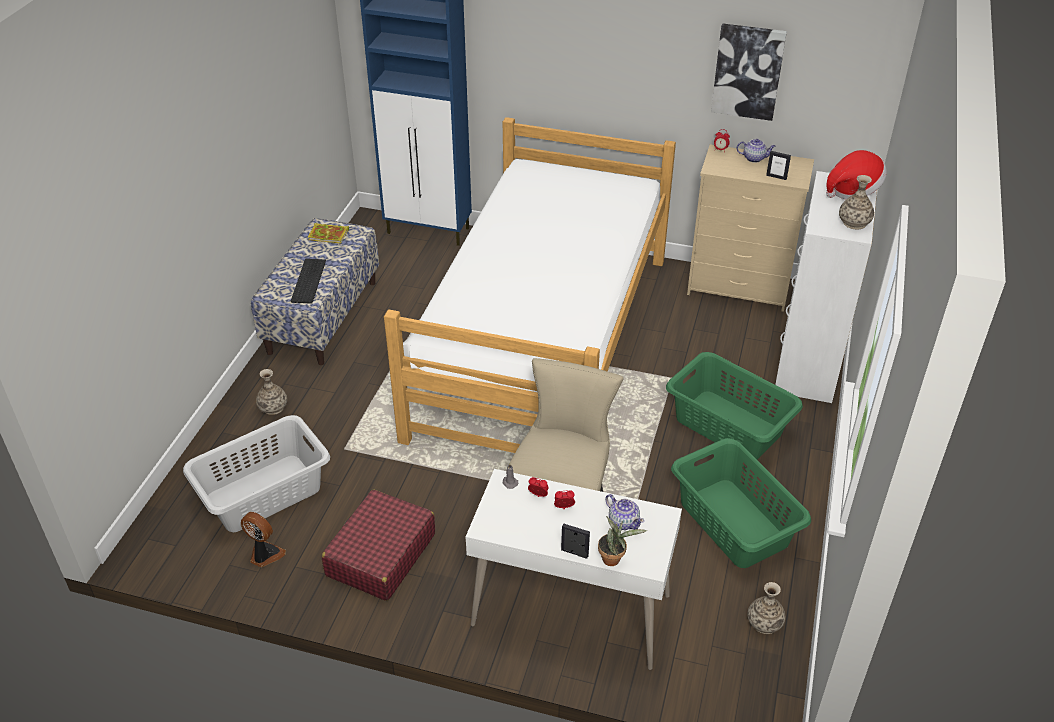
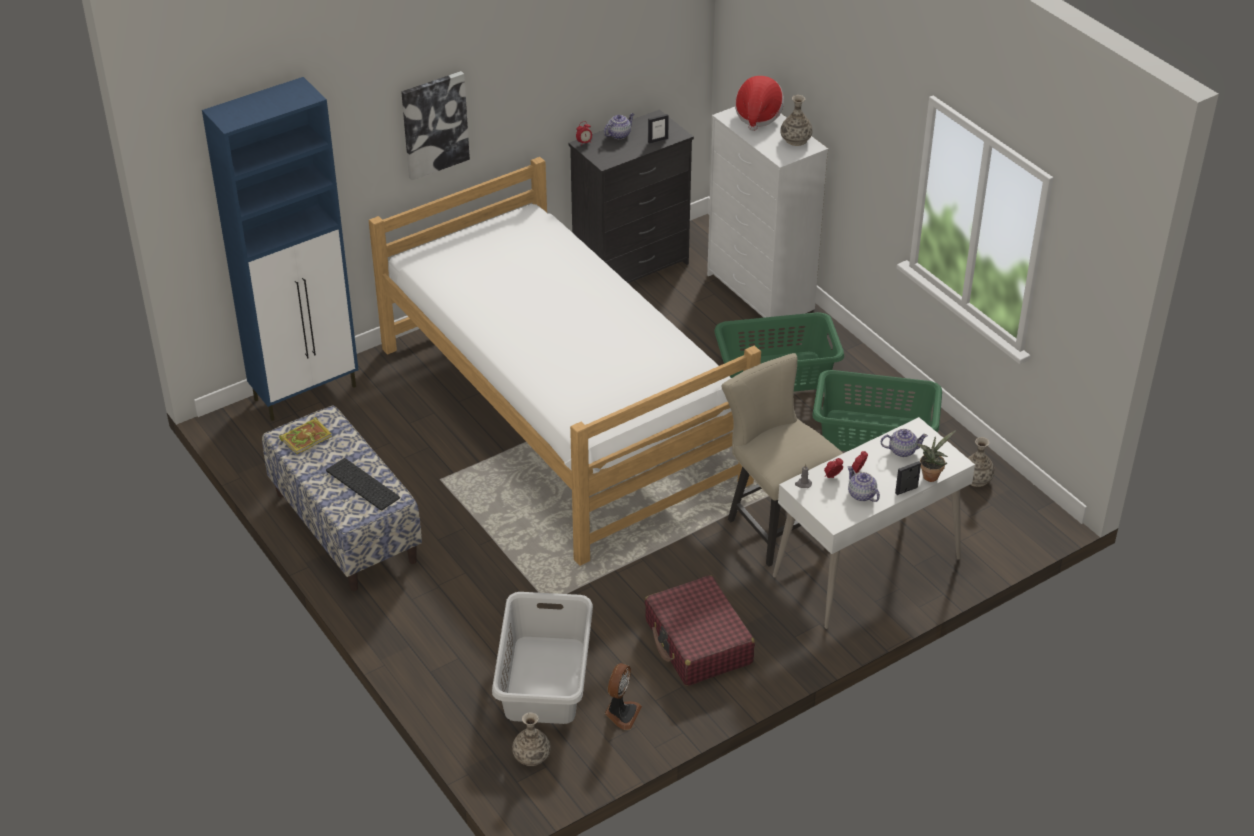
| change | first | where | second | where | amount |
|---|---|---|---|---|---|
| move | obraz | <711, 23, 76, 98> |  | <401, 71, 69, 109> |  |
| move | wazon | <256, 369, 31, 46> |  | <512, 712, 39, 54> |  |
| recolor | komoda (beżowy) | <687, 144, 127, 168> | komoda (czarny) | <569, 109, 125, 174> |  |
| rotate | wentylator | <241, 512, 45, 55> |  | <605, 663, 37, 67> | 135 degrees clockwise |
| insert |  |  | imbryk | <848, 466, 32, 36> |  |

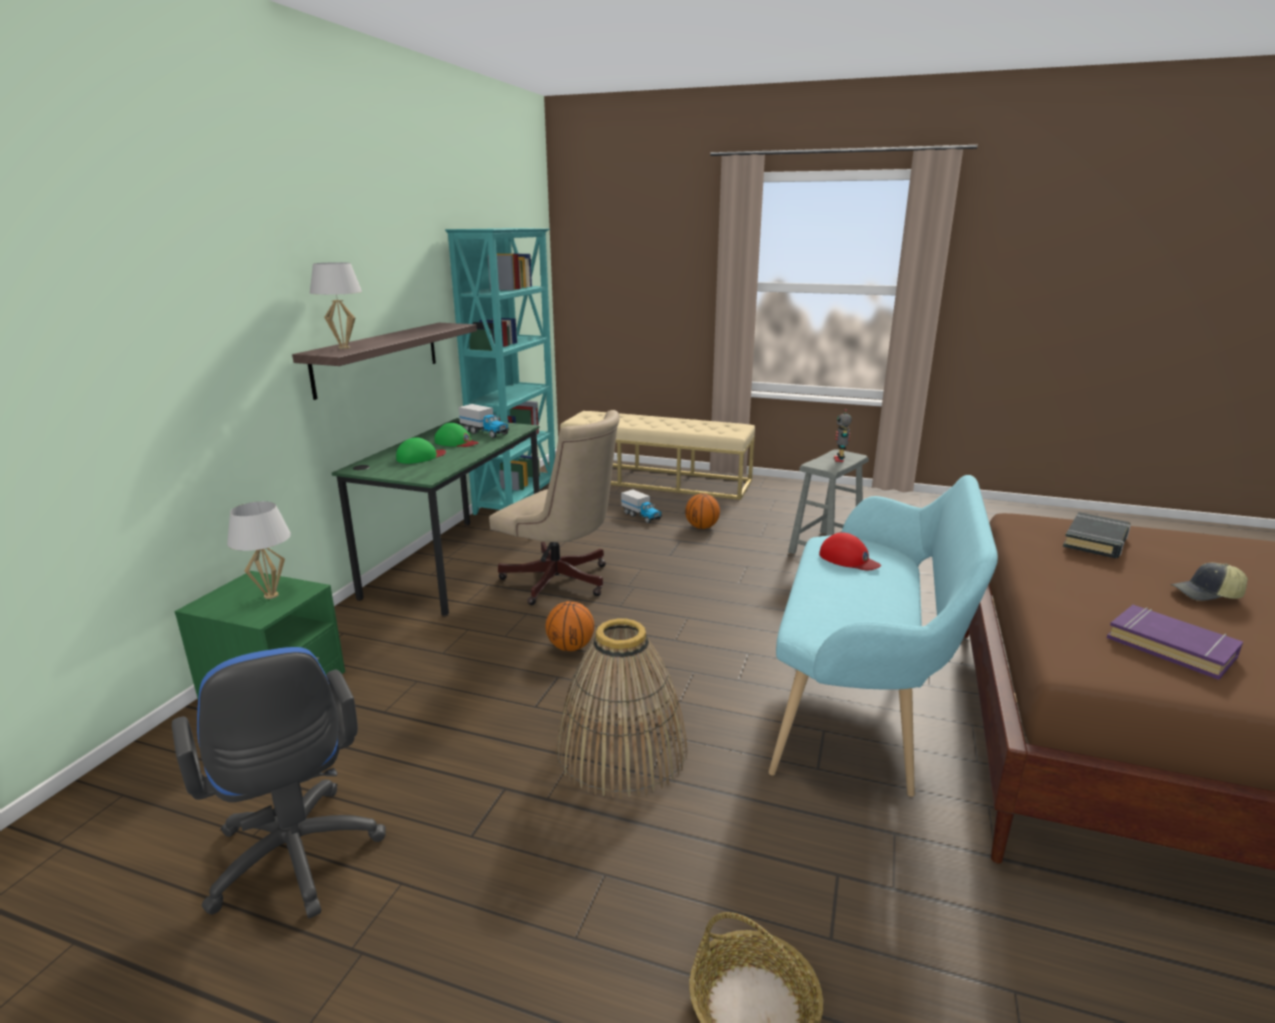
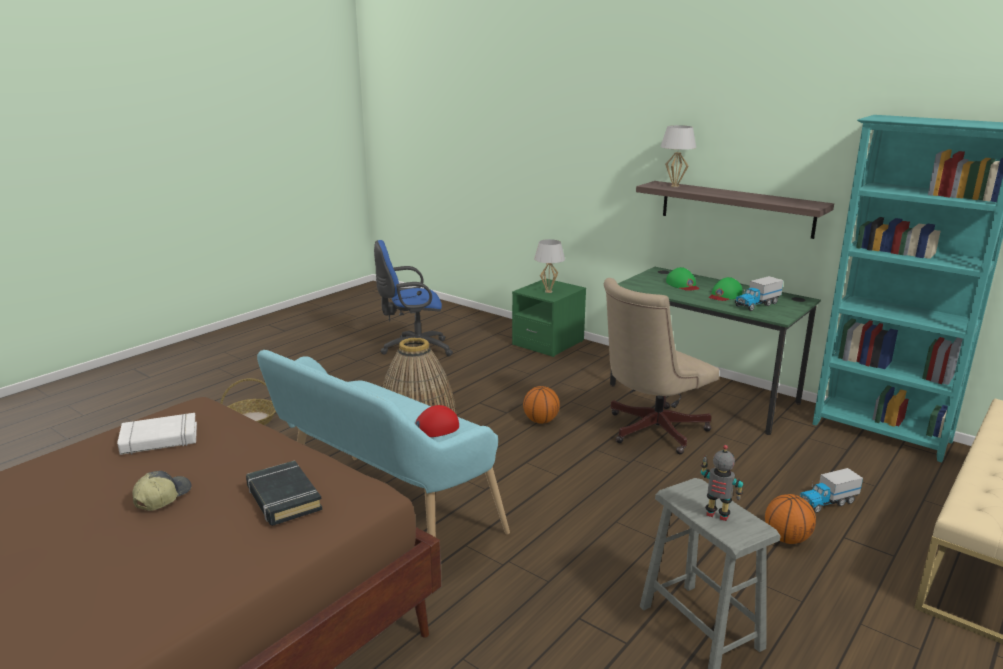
| change | first | where | second | where | amount |
|---|---|---|---|---|---|
| recolor | książka (fioletowy) | <1107, 605, 136, 75> | książka (biały) | <117, 413, 80, 42> |  |

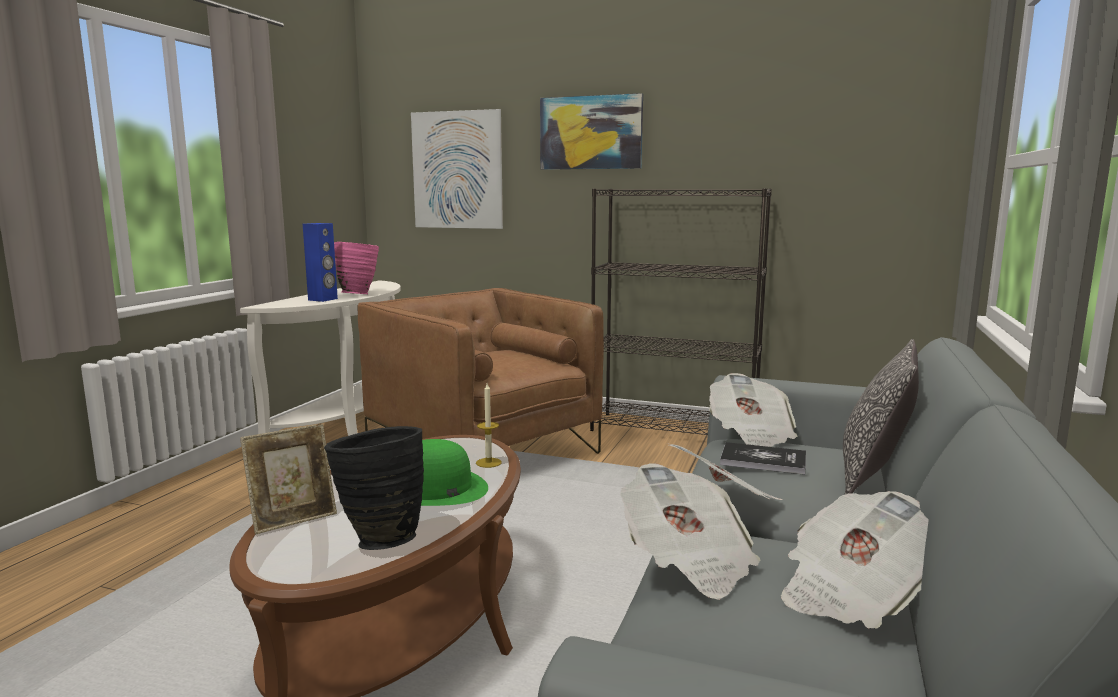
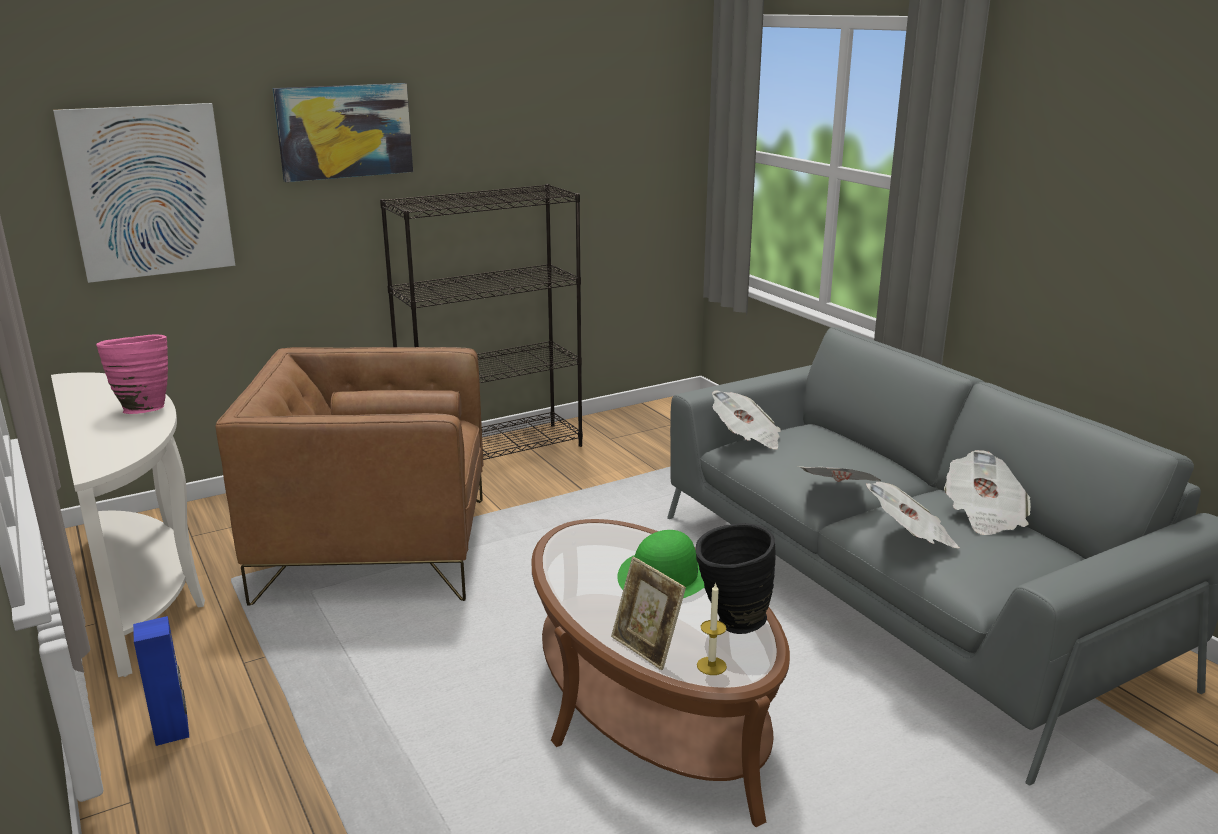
| change | first | where | second | where | amount |
|---|---|---|---|---|---|
| move | głośnik (niebieski) | <303, 223, 35, 79> |  | <133, 616, 56, 130> |  |
| rotate | ramka na zdjęcie | <240, 424, 97, 111> |  | <611, 556, 75, 114> | 135 degrees clockwise |
| move | świeca | <476, 383, 26, 85> |  | <697, 582, 30, 93> |  |
| delete | książka | <720, 442, 86, 33> |  |  |  |
| delete | poduszka | <843, 339, 76, 156> |  |  |  |

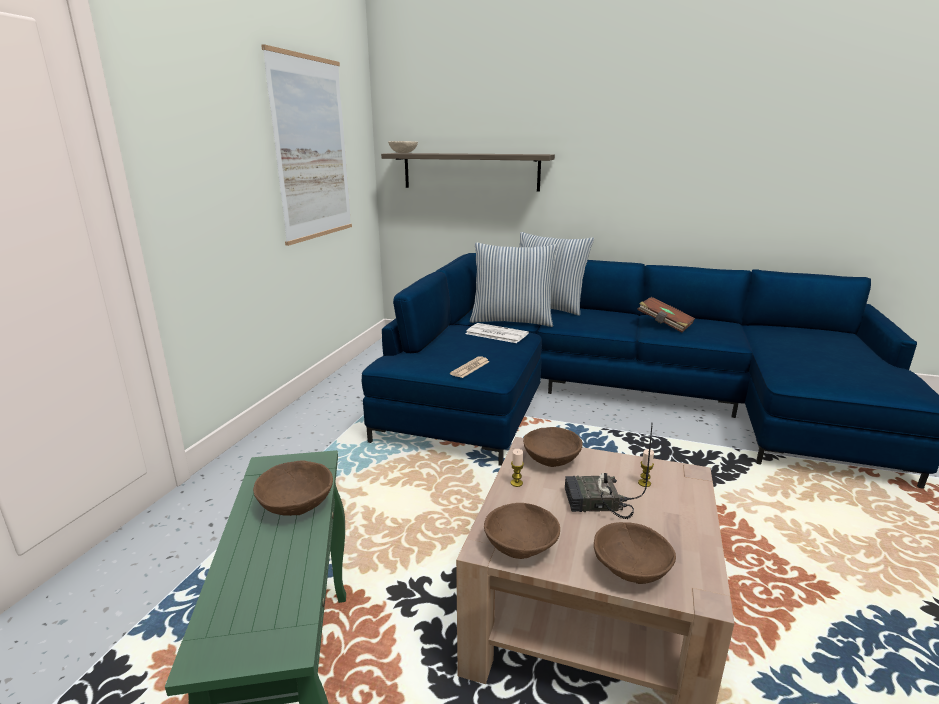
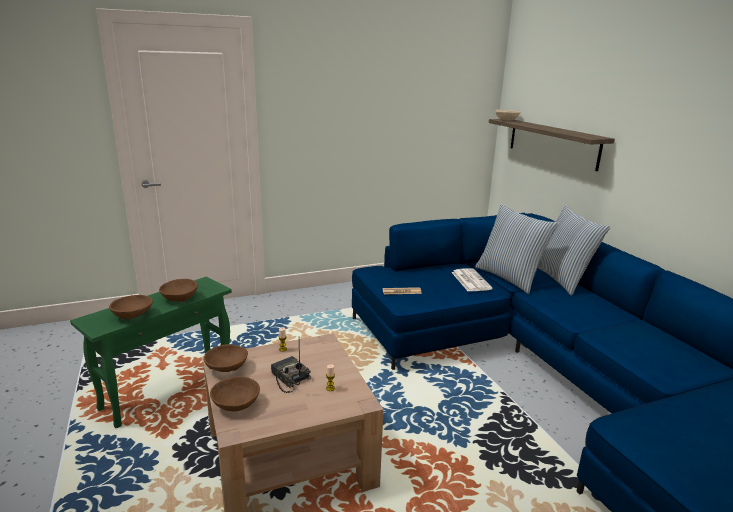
| change | first | where | second | where | amount |
|---|---|---|---|---|---|
| move | miska (brązowy) | <523, 427, 60, 40> |  | <109, 295, 44, 24> |  |
| delete | obraz | <261, 44, 91, 202> |  |  |  |
| delete | książka (brązowy) | <637, 297, 58, 36> |  |  |  |

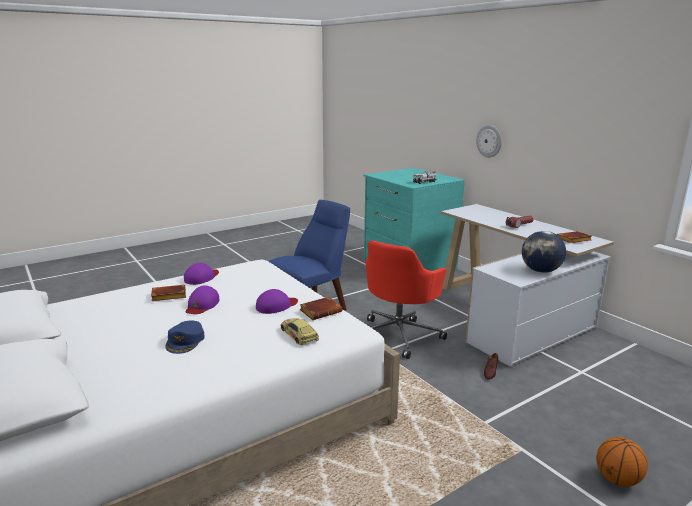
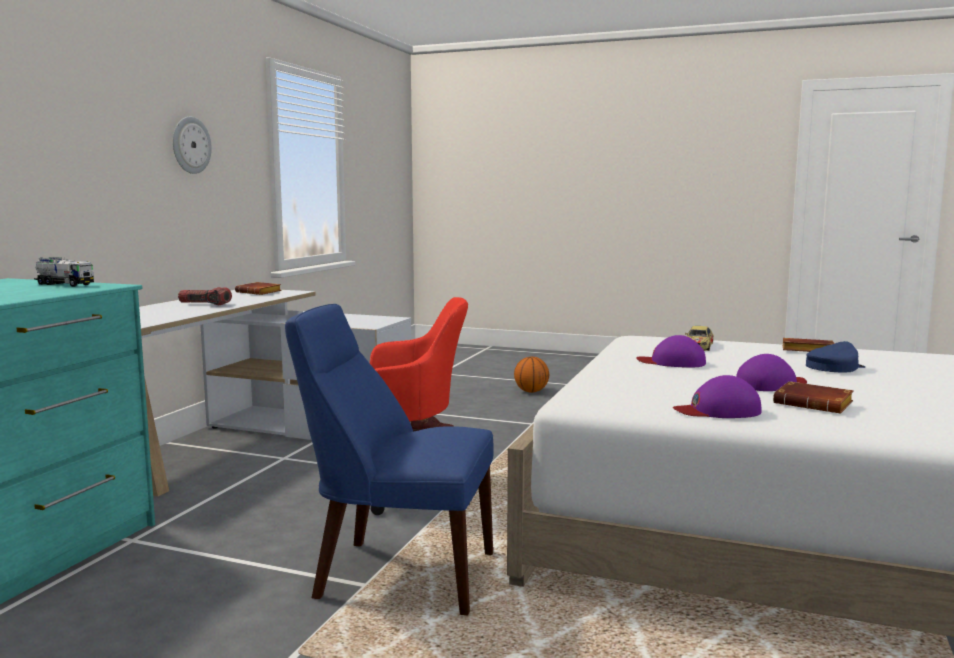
| change | first | where | second | where | amount |
|---|---|---|---|---|---|
| move | zegar ścienny | <476, 125, 26, 33> |  | <173, 117, 39, 57> |  |
| move | książka (brązowy) | <300, 297, 42, 23> |  | <783, 338, 52, 14> |  |
| delete | globus | <522, 231, 44, 42> |  |  |  |

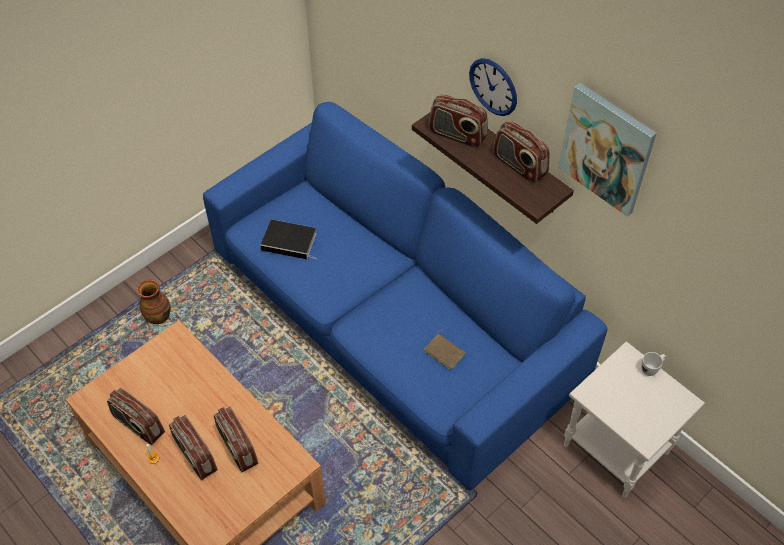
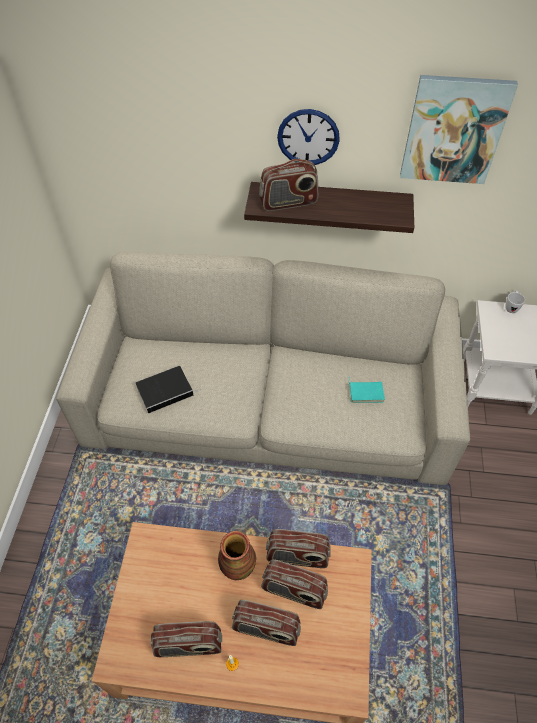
| change | first | where | second | where | amount |
|---|---|---|---|---|---|
| recolor | kanapa (niebieski) | <203, 102, 405, 388> | kanapa (beżowy) | <56, 252, 414, 233> |  |
| move | wazon | <137, 279, 33, 45> |  | <218, 531, 38, 49> |  |
| move | radio | <493, 121, 57, 63> |  | <266, 529, 65, 39> |  |
| recolor | książka (brązowy) | <424, 329, 42, 41> | książka (turkusowy) | <348, 376, 37, 27> |  |

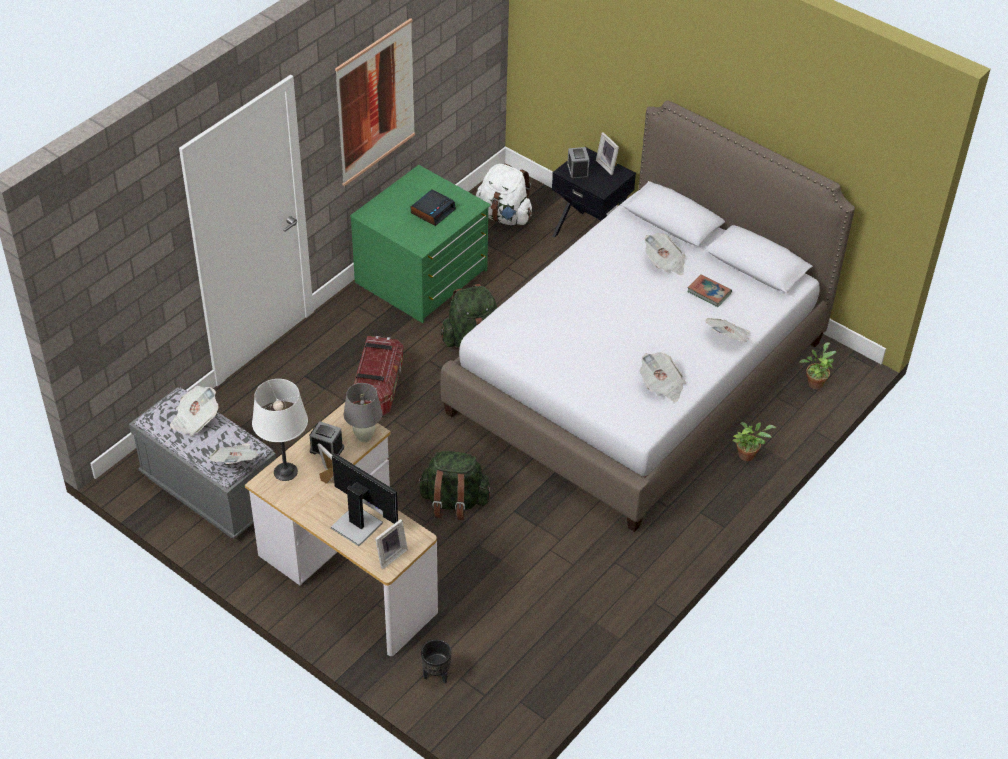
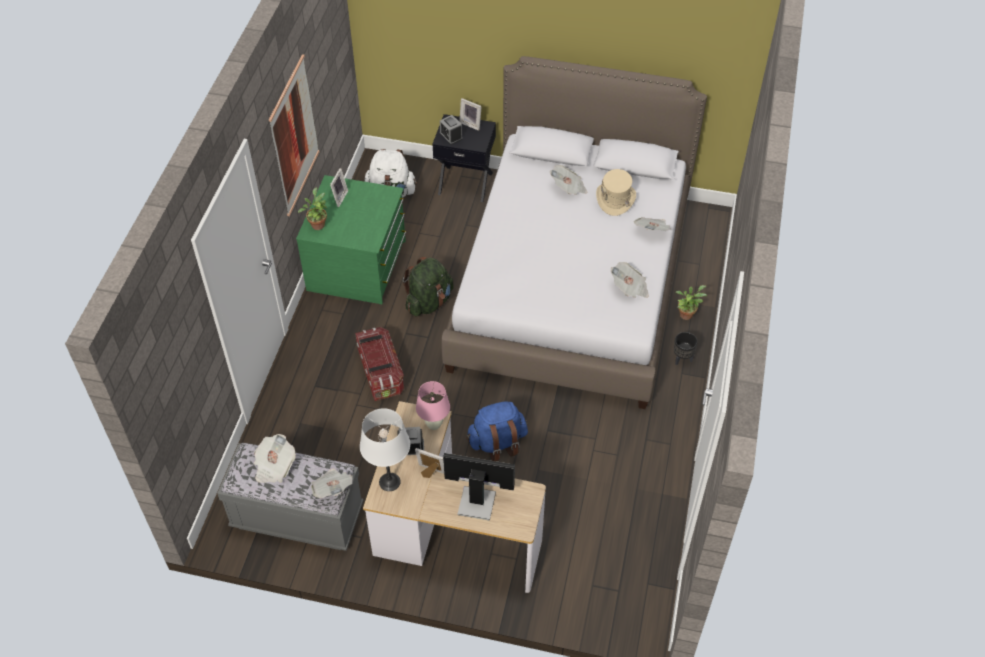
| change | first | where | second | where | amount |
|---|---|---|---|---|---|
| move | roślina doniczkowa | <799, 342, 38, 47> |  | <298, 187, 29, 43> |  |
| move | ramka na zdjęcie | <375, 519, 33, 50> |  | <330, 168, 18, 39> |  |
| recolor | lampa stołowa (szary) | <344, 383, 38, 59> | lampa stołowa (różowy) | <416, 381, 34, 49> |  |
| recolor | plecak (zielony) | <418, 451, 72, 69> | plecak (niebieski) | <466, 401, 62, 60> |  |
| replace | książka | <687, 274, 45, 33> | kapelusz (beżowy) | <596, 169, 40, 47> |  |
| move | donica (czarny) | <421, 639, 30, 44> |  | <674, 332, 24, 33> |  |
| delete | budzik | <411, 190, 45, 36> |  |  |  |

